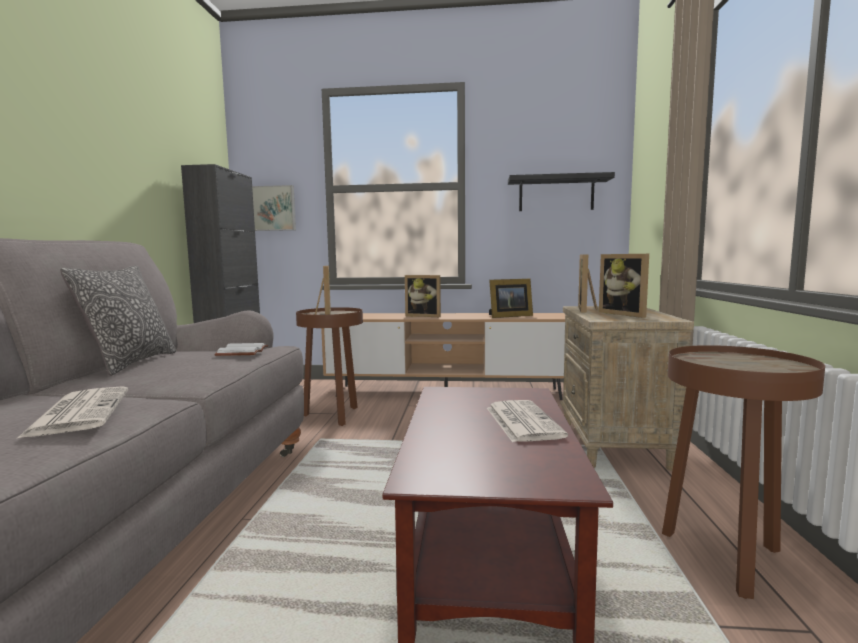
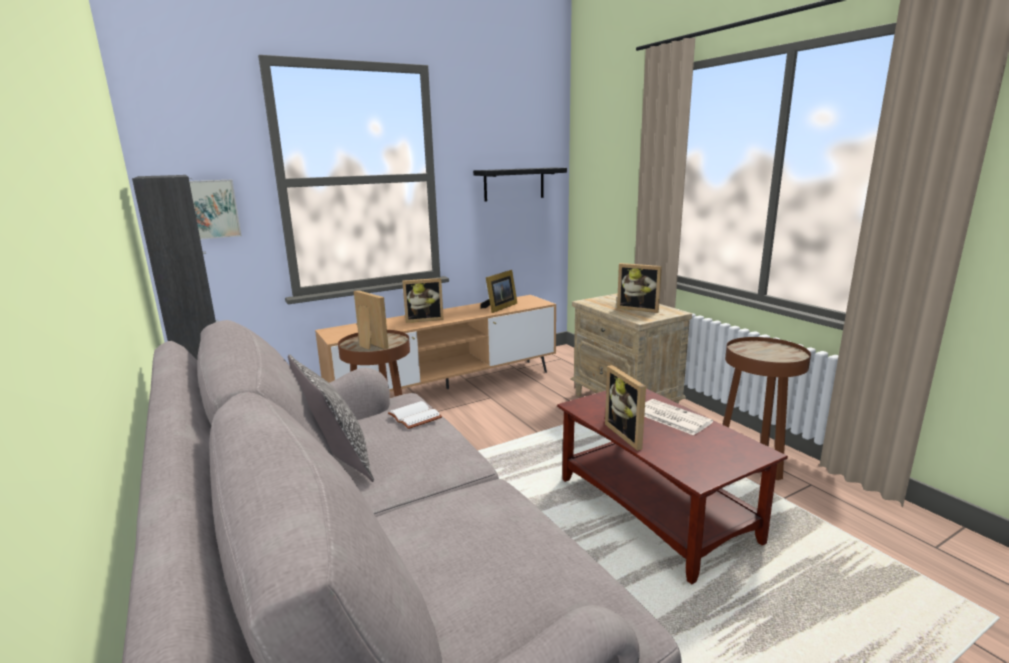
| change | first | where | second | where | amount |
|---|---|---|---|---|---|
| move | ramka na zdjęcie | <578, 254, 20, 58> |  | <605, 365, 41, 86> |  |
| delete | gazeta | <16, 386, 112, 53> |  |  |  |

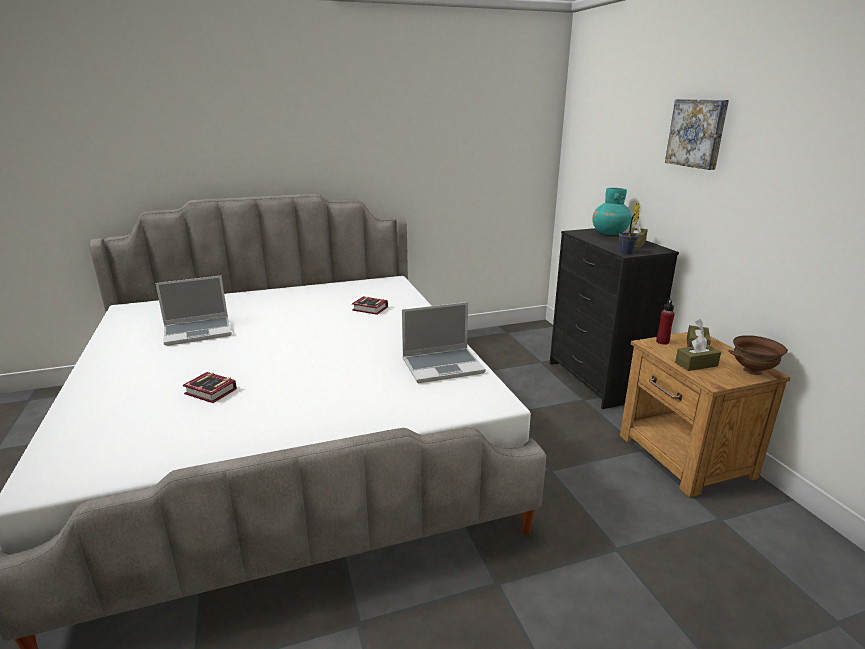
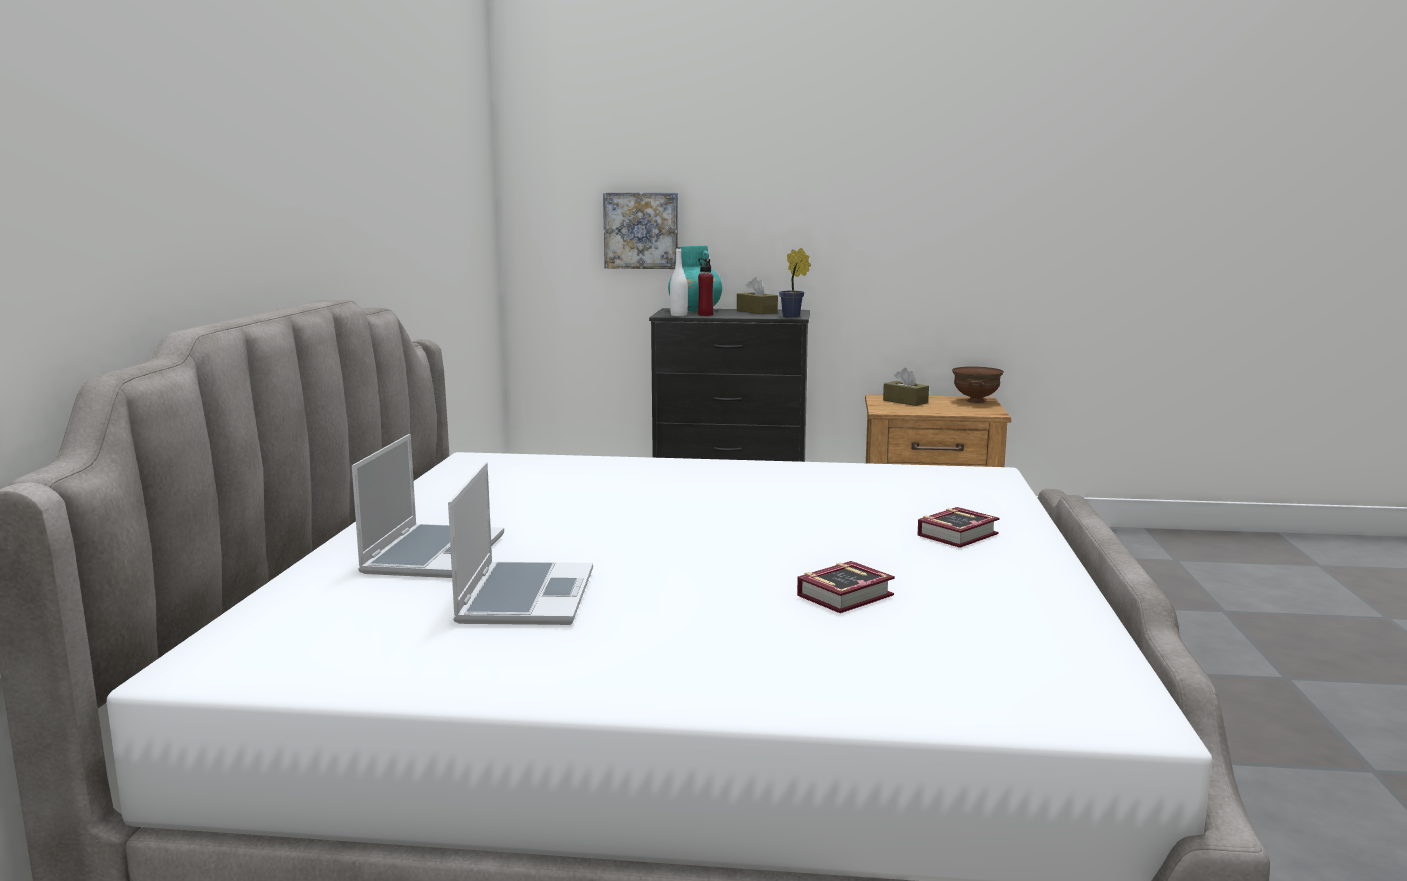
| change | first | where | second | where | amount |
|---|---|---|---|---|---|
| move | laptop | <402, 302, 84, 81> |  | <352, 434, 152, 144> |  |
| move | obraz | <665, 99, 64, 71> |  | <603, 193, 75, 76> |  |
| insert |  |  | butelka (biały) | <670, 247, 18, 69> |  |
| move | butelka (czerwony) | <656, 298, 19, 47> |  | <698, 258, 15, 58> |  |
| move | książka | <352, 297, 36, 18> |  | <917, 507, 82, 41> |  |
| delete | pudełko chusteczek (brązowy) | <675, 336, 46, 35> |  |  |  |

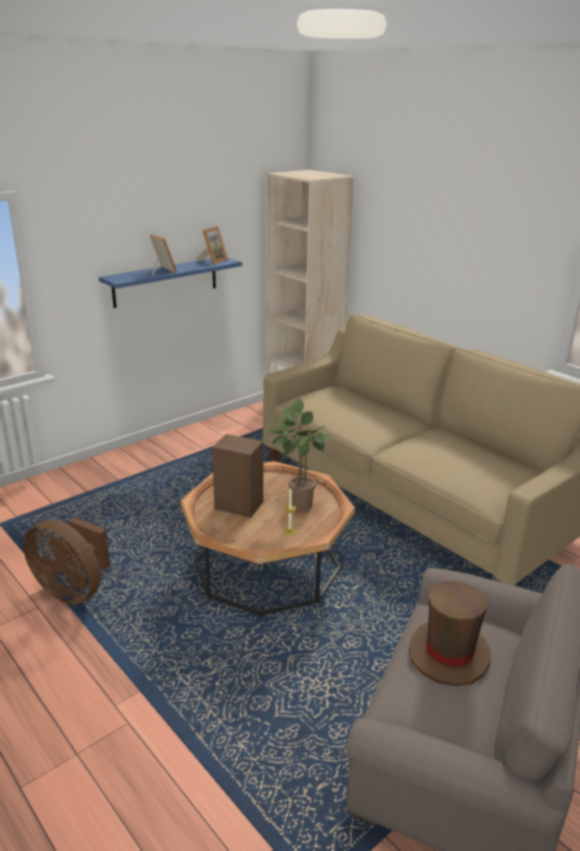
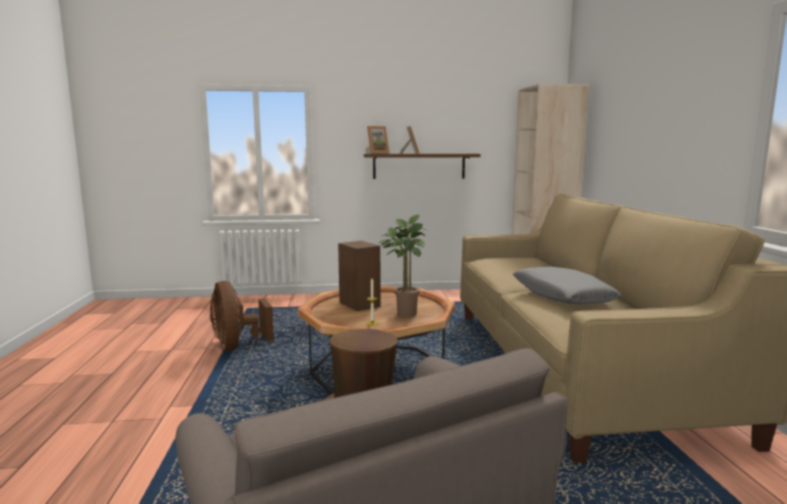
| change | first | where | second | where | amount |
|---|---|---|---|---|---|
| recolor | półka (niebieski) | <99, 258, 143, 50> | półka (brązowy) | <364, 154, 117, 25> |  |
| move | ramka na zdjęcie | <197, 226, 31, 39> |  | <365, 126, 25, 28> |  |
| insert |  |  | poduszka (szary) | <513, 267, 109, 37> |  |

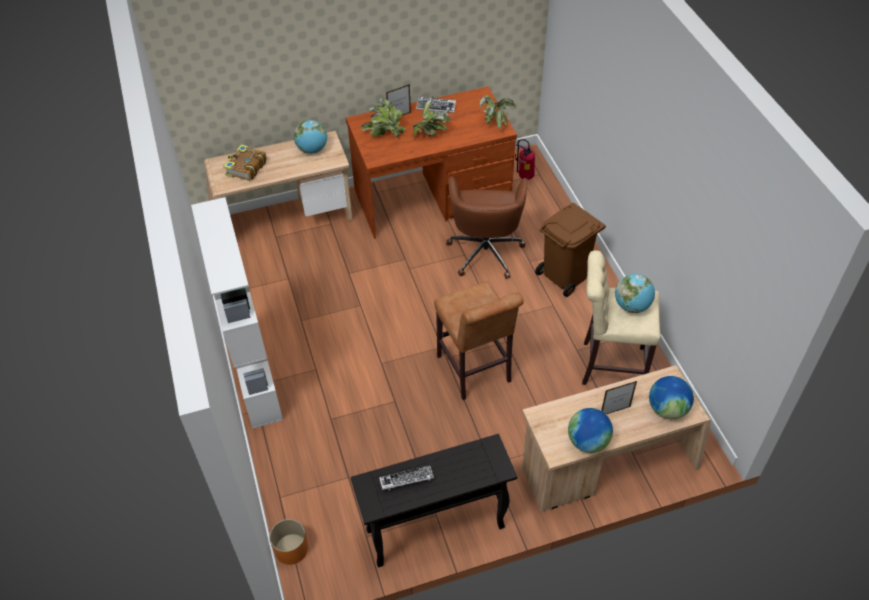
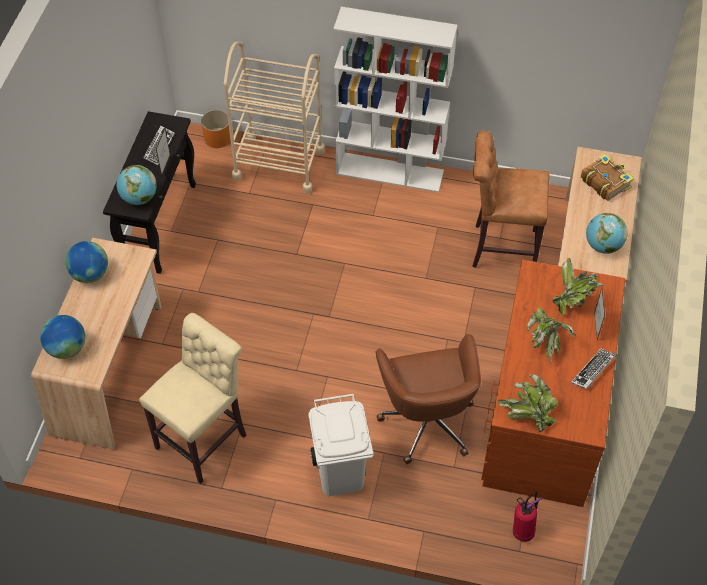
| change | first | where | second | where | amount |
|---|---|---|---|---|---|
| move | globus | <615, 274, 40, 39> |  | <117, 165, 40, 40> |  |
| move | ramka na zdjęcie | <601, 381, 36, 33> |  | <156, 128, 14, 49> |  |
| insert |  |  | wózek (beżowy) | <224, 42, 101, 152> |  |
| recolor | kosz na śmieci (brązowy) | <535, 202, 71, 95> | kosz na śmieci (biały) | <308, 394, 65, 102> |  |
| rotate | krzesło biurowe (brązowy) | <446, 176, 82, 103> |  | <376, 334, 105, 130> | 135 degrees counterclockwise |
| move | stołek (brązowy) | <434, 281, 90, 119> |  | <473, 130, 76, 137> |  |

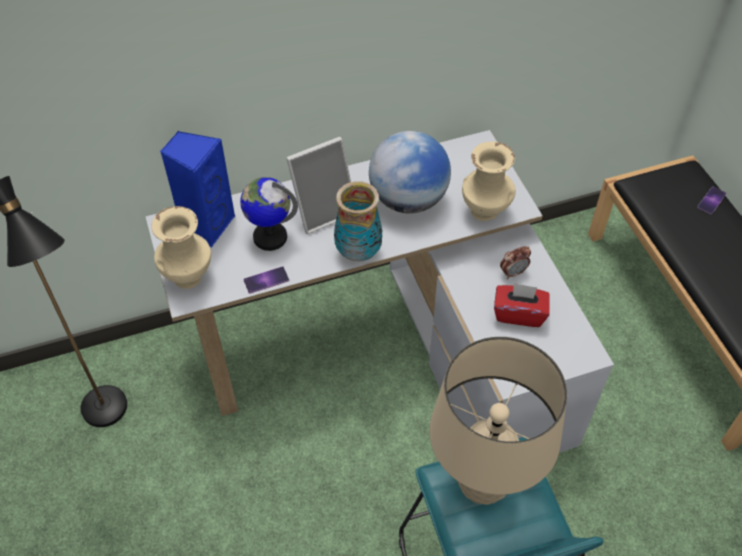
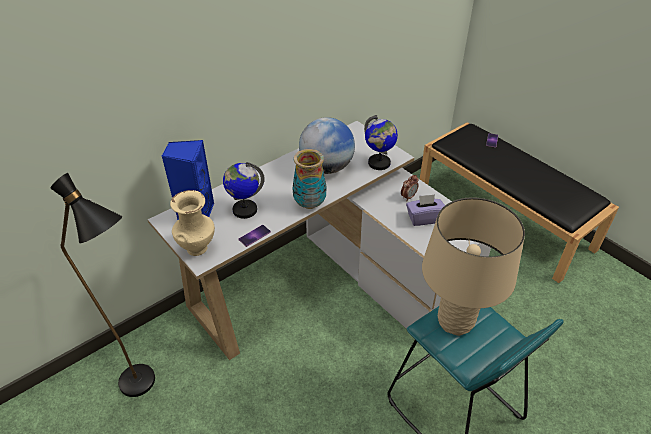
| change | first | where | second | where | amount |
|---|---|---|---|---|---|
| replace | wazon (beżowy) | <462, 141, 54, 80> | globus | <364, 115, 34, 55> |  |
| recolor | pudełko chusteczek (czerwony) | <494, 283, 56, 44> | pudełko chusteczek (fioletowy) | <406, 194, 39, 32> |  |
| delete | ramka na zdjęcie | <286, 137, 65, 97> |  |  |  |

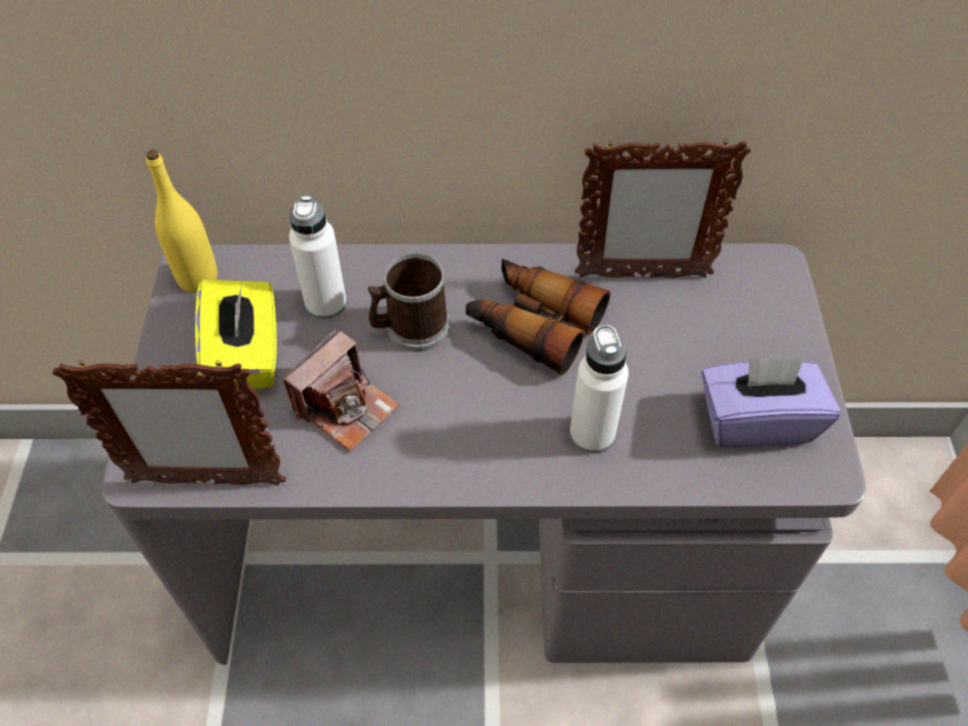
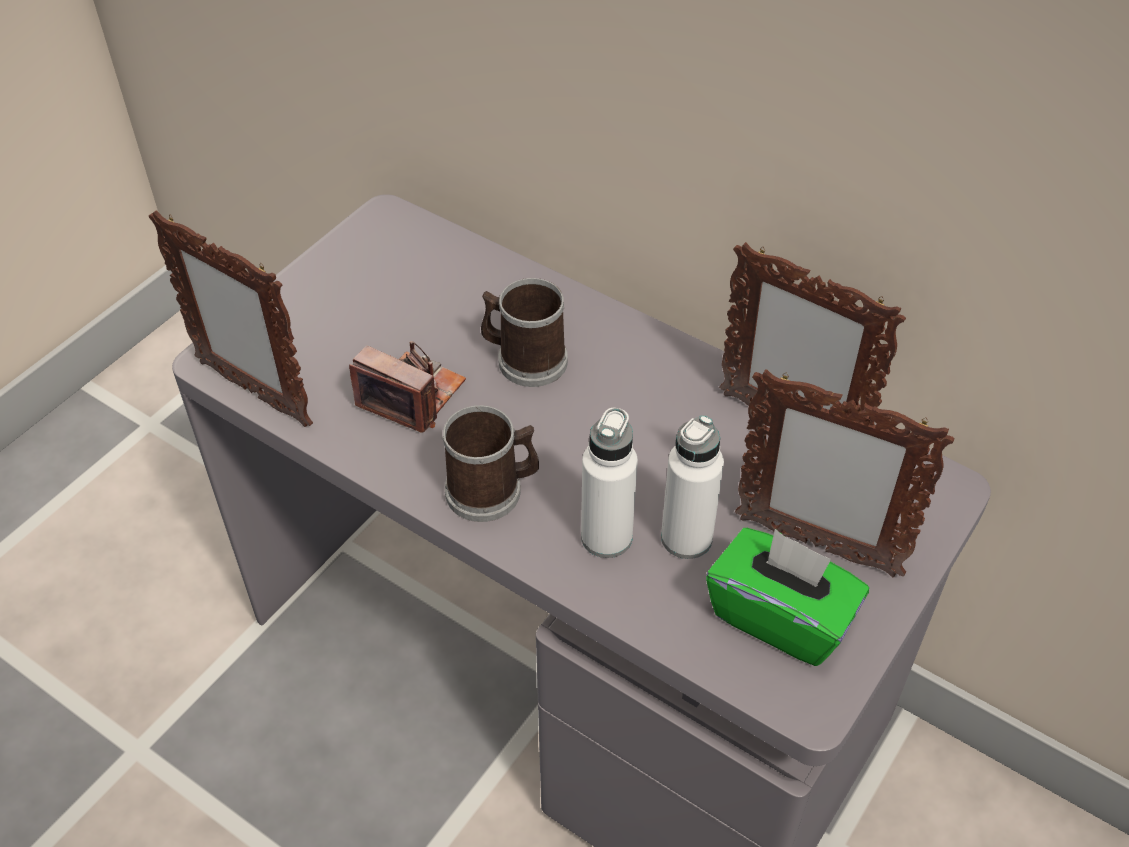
| change | first | where | second | where | amount |
|---|---|---|---|---|---|
| rotate | aparat fotograficzny | <283, 329, 116, 122> |  | <349, 341, 117, 92> | 135 degrees counterclockwise |
| insert |  |  | kubek | <442, 405, 97, 117> |  |
| move | butelka (biały) | <289, 195, 58, 124> |  | <661, 415, 63, 144> |  |
| recolor | pudełko chusteczek (fioletowy) | <701, 357, 140, 90> | pudełko chusteczek (zielony) | <706, 528, 163, 138> |  |
| insert |  |  | ramka na zdjęcie | <735, 369, 219, 208> |  |
| delete | butelka (żółty) | <146, 149, 72, 144> |  |  |  |
| delete | pudełko chusteczek (żółty) | <195, 279, 82, 111> |  |  |  |
| delete | lornetka | <466, 259, 144, 116> |  |  |  |

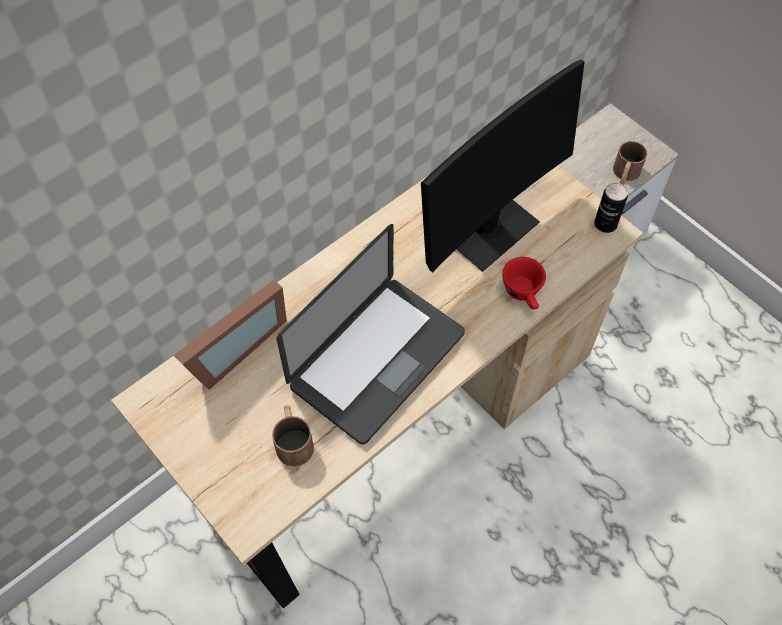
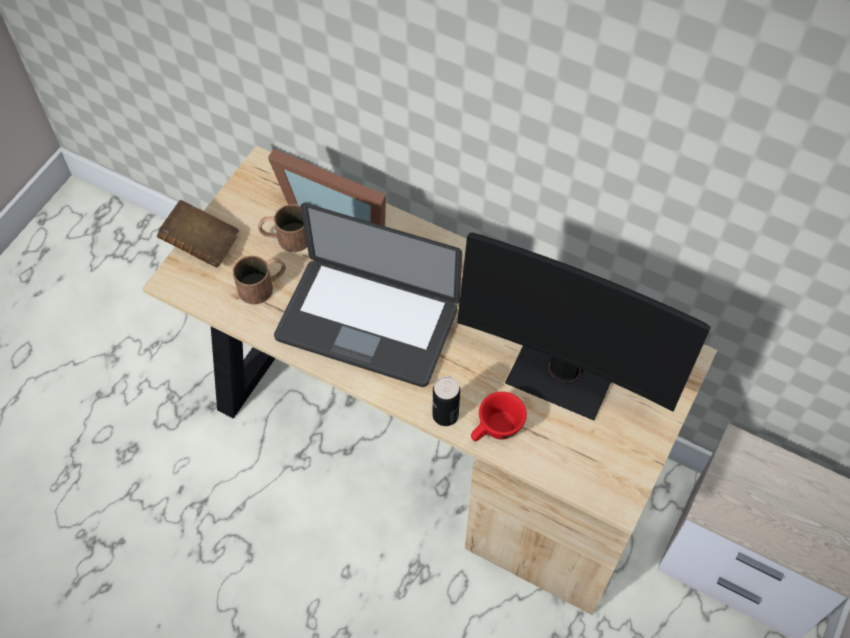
| change | first | where | second | where | amount |
|---|---|---|---|---|---|
| insert |  |  | książka (brązowy) | <157, 200, 82, 68> |  |
| move | kubek (brązowy) | <613, 141, 34, 44> |  | <258, 204, 49, 48> |  |
| move | puszka | <594, 182, 34, 51> |  | <433, 376, 27, 50> |  |

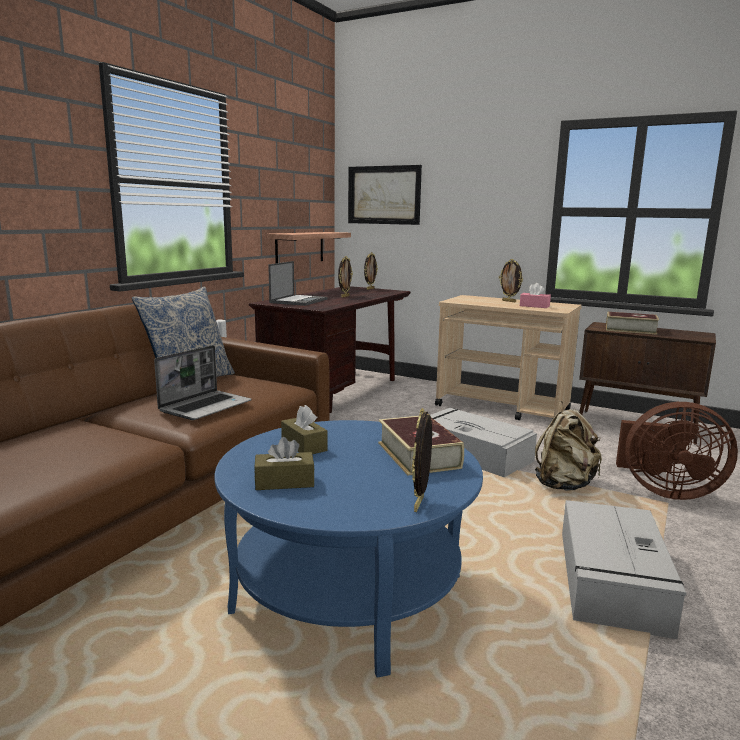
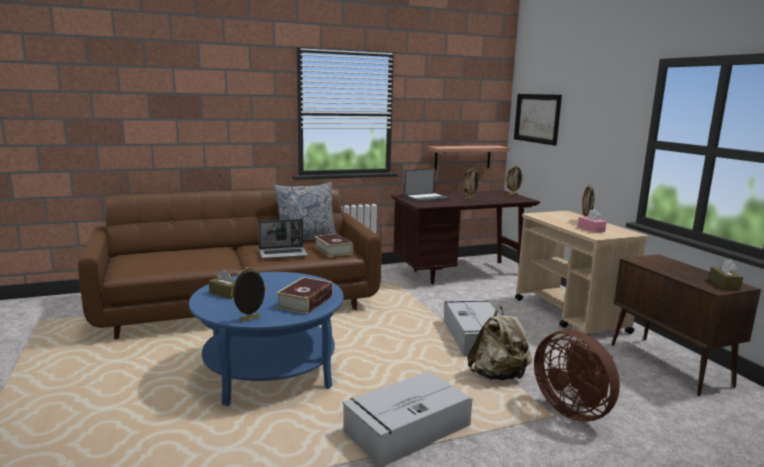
| change | first | where | second | where | amount |
|---|---|---|---|---|---|
| move | książka | <606, 312, 53, 23> |  | <314, 234, 39, 23> |  |
| move | pudełko chusteczek (brązowy) | <281, 405, 47, 49> |  | <709, 260, 34, 30> |  |

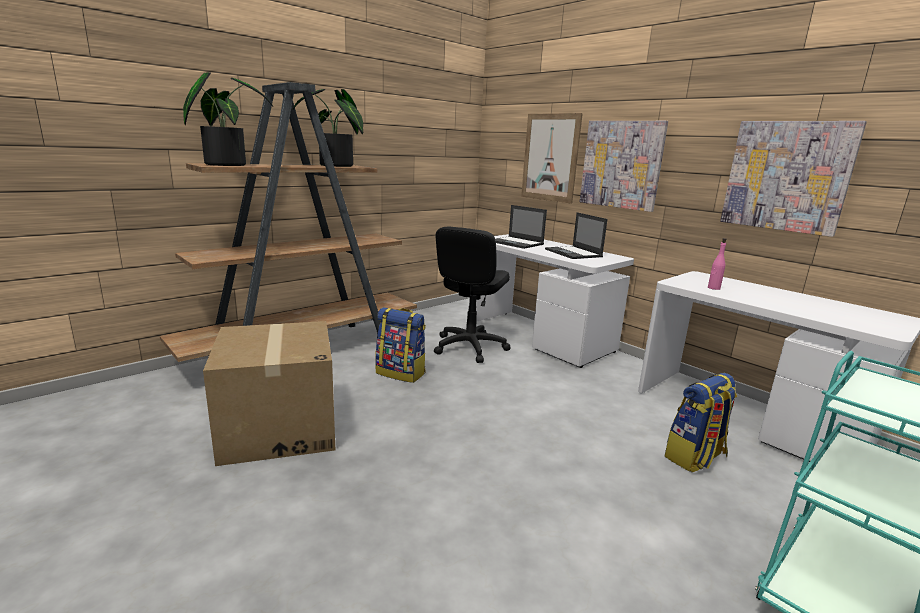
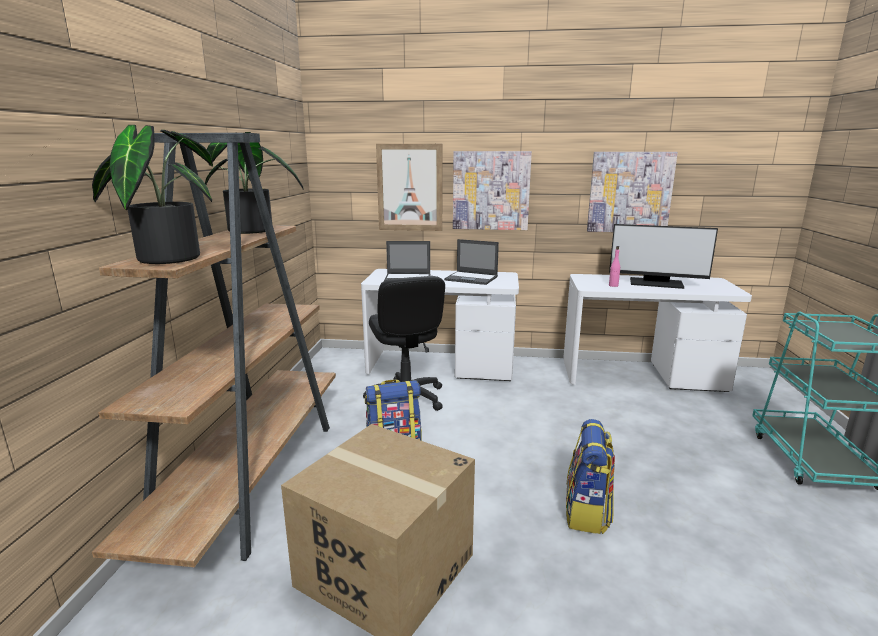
| change | first | where | second | where | amount |
|---|---|---|---|---|---|
| move | plecak | <665, 373, 72, 99> |  | <566, 419, 49, 115> |  |
| insert |  |  | monitor | <609, 224, 109, 65> |  |

